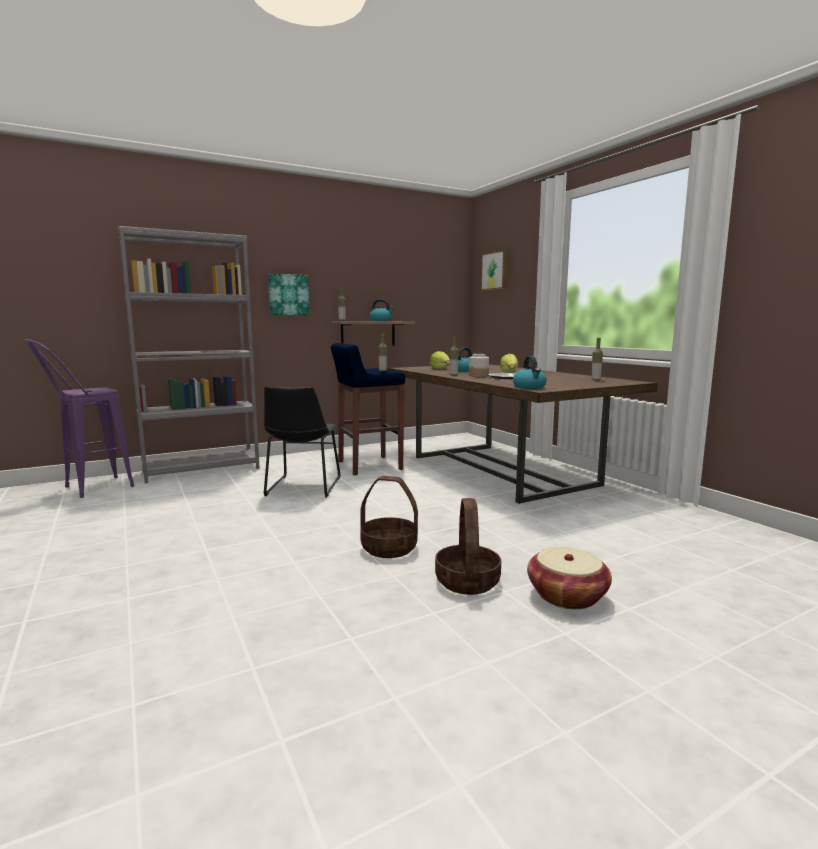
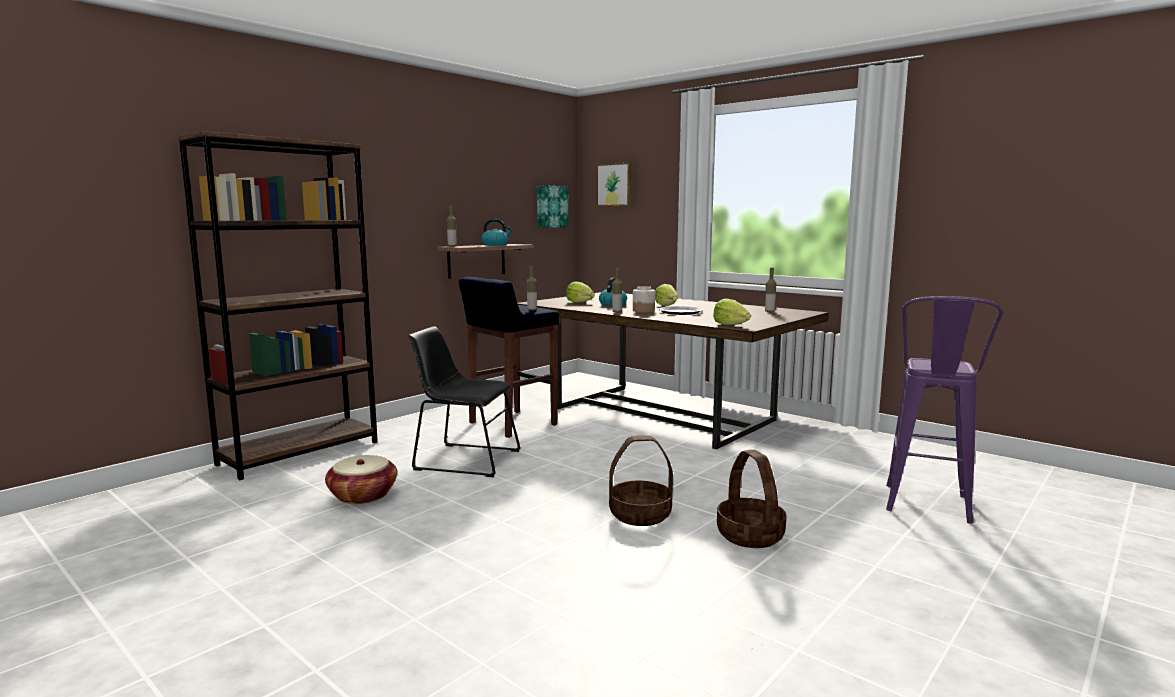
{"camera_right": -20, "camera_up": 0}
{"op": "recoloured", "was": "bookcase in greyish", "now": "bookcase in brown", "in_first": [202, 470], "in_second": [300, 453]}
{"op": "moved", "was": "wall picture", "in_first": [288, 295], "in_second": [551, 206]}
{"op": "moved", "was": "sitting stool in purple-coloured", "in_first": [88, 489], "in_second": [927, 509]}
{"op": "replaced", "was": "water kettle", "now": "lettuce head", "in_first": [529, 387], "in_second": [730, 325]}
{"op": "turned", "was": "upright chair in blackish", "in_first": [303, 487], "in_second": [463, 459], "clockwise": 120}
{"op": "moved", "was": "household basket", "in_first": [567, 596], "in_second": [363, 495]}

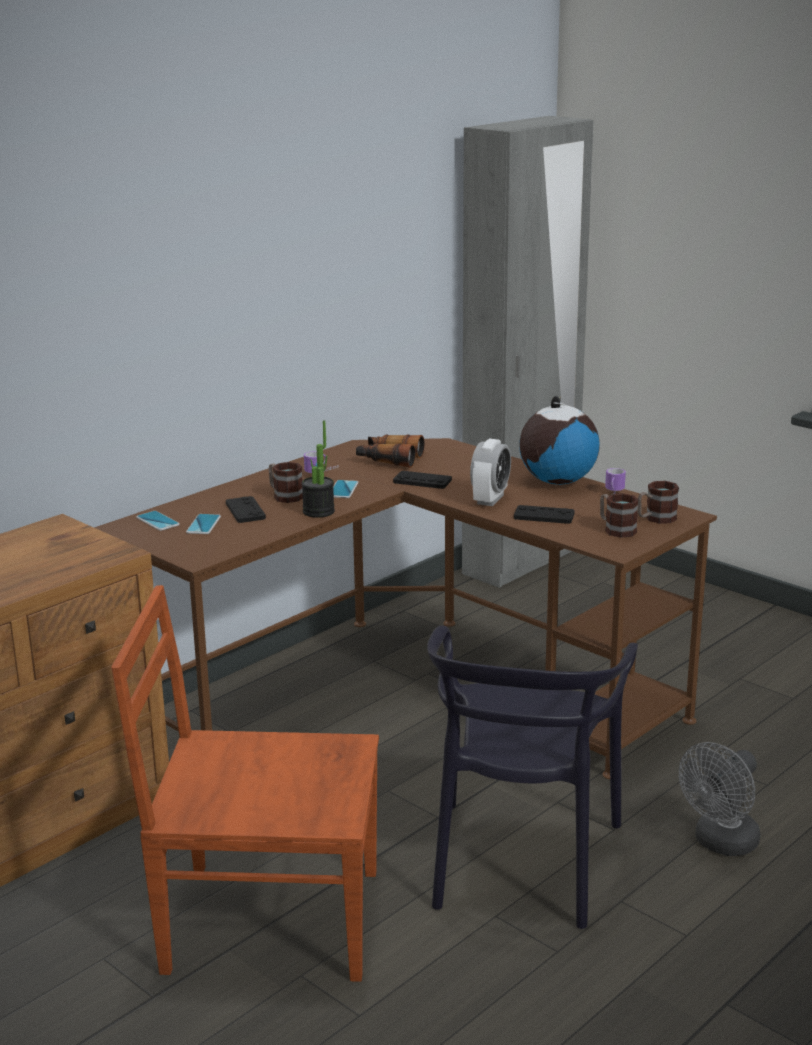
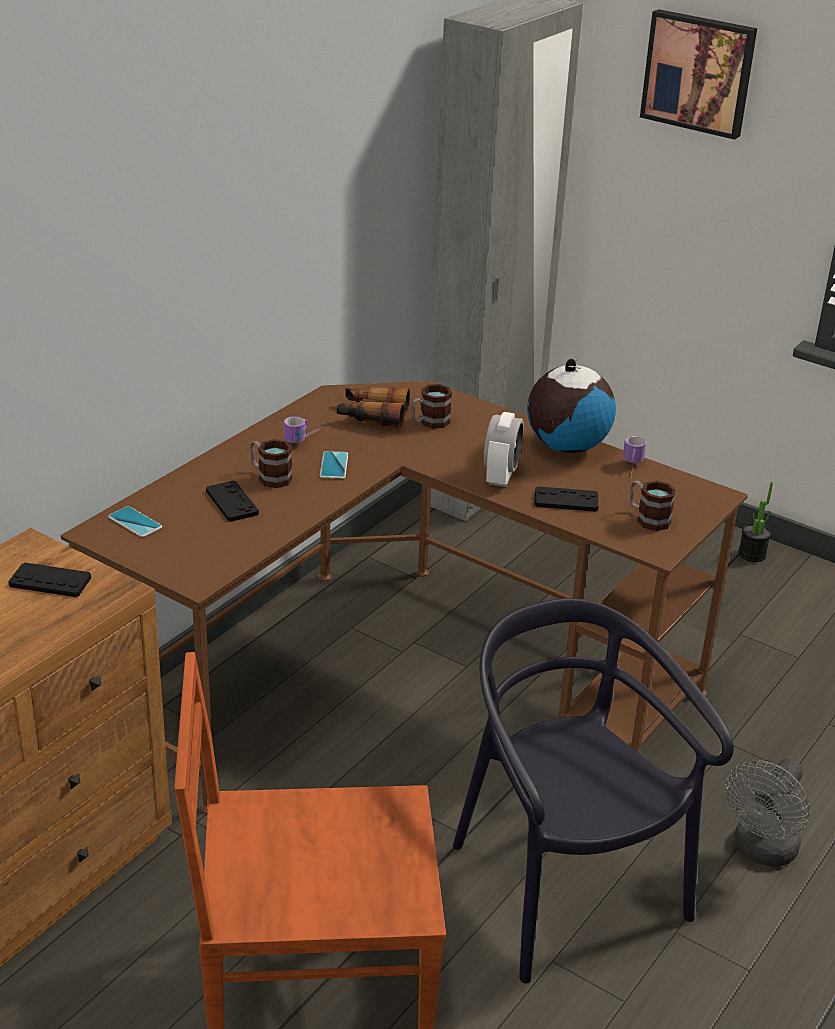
{"camera_right": -10, "camera_up": 10}
{"op": "moved", "was": "plant in a pot", "in_first": [318, 511], "in_second": [752, 554]}
{"op": "moved", "was": "joypad in blackish", "in_first": [422, 481], "in_second": [50, 581]}
{"op": "moved", "was": "mug", "in_first": [655, 519], "in_second": [429, 423]}
{"op": "removed", "was": "telephone", "in_first": [203, 525]}
{"op": "turned", "was": "upright chair in blackish", "in_first": [521, 861], "in_second": [564, 888], "clockwise": 150}
{"op": "added", "now": "wall picture", "in_second": [699, 72]}

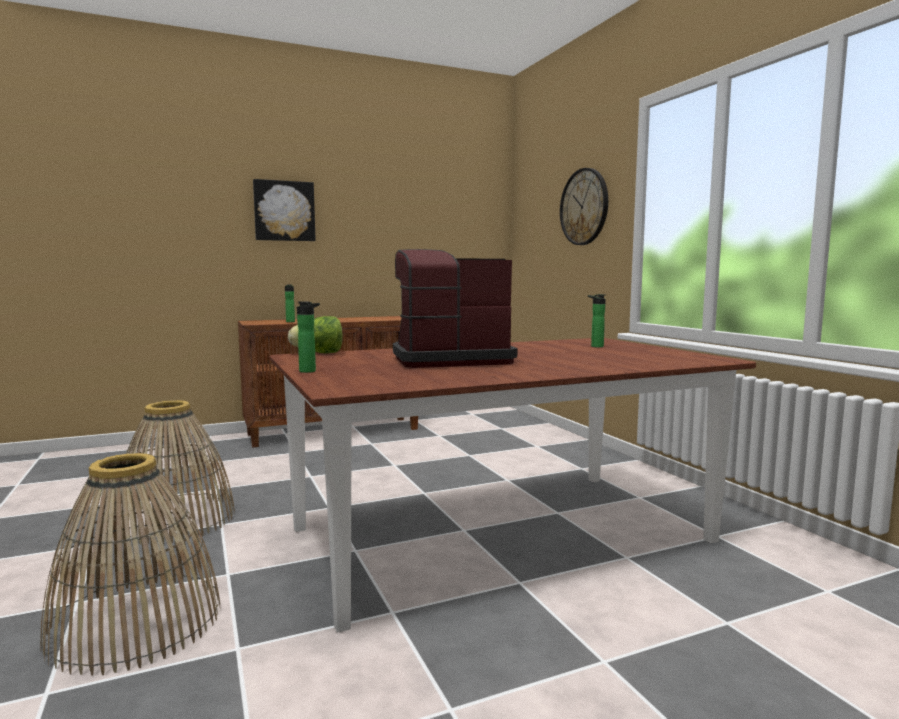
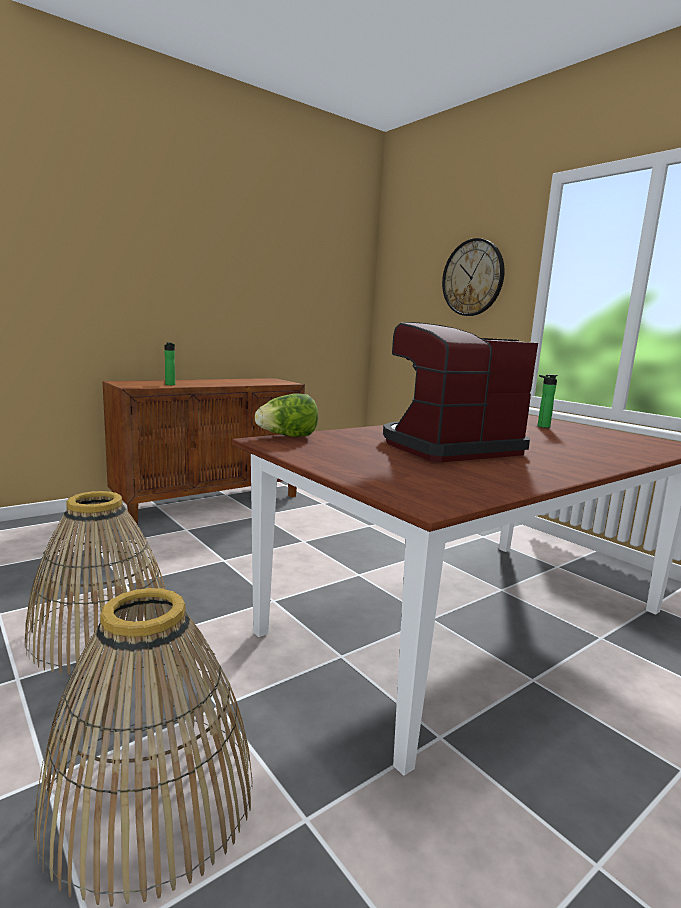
{"camera_right": -15, "camera_up": 5}
{"op": "removed", "was": "wall picture", "in_first": [284, 211]}
{"op": "removed", "was": "drink bottle", "in_first": [309, 371]}

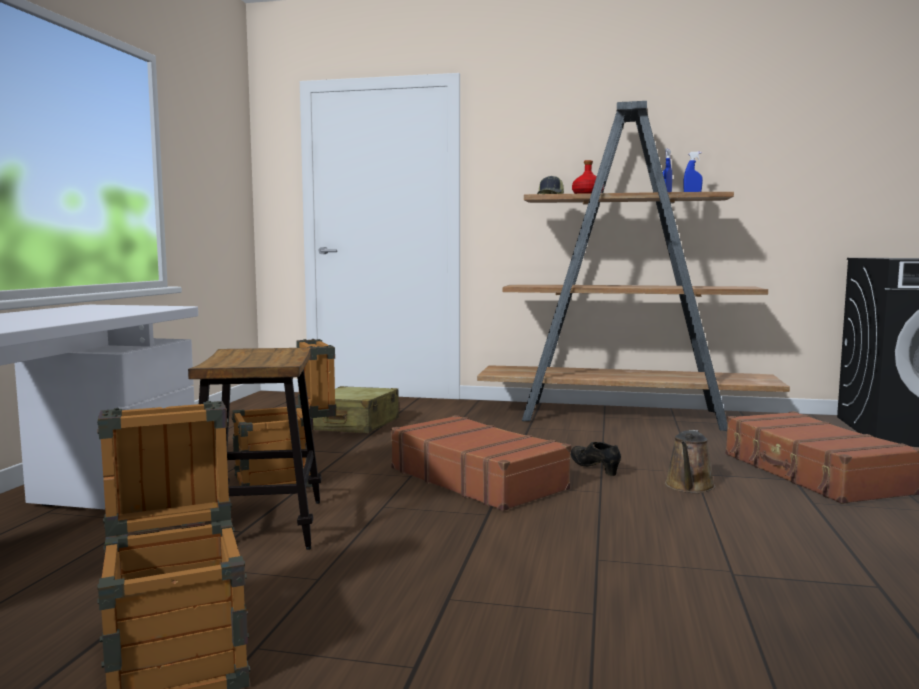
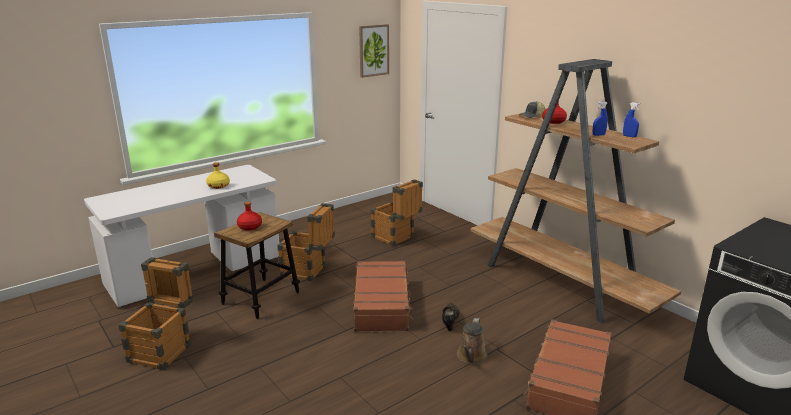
{"camera_right": 40, "camera_up": 15}
{"op": "replaced", "was": "travel case in beige-coloured", "now": "shipping crate", "in_first": [354, 425], "in_second": [396, 238]}
{"op": "turned", "was": "watering pot in brown", "in_first": [689, 487], "in_second": [471, 356], "clockwise": -45}
{"op": "added", "now": "wall picture", "in_second": [373, 50]}
{"op": "added", "now": "drink bottle in yellow", "in_second": [218, 186]}
{"op": "added", "now": "drink bottle in red", "in_second": [249, 227]}

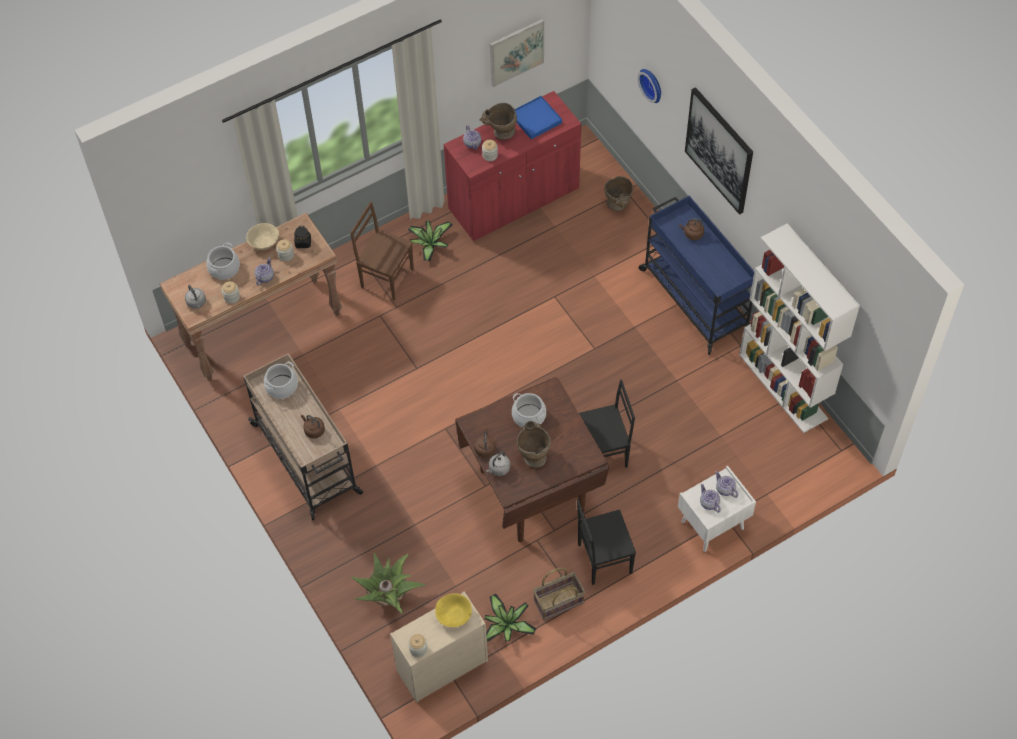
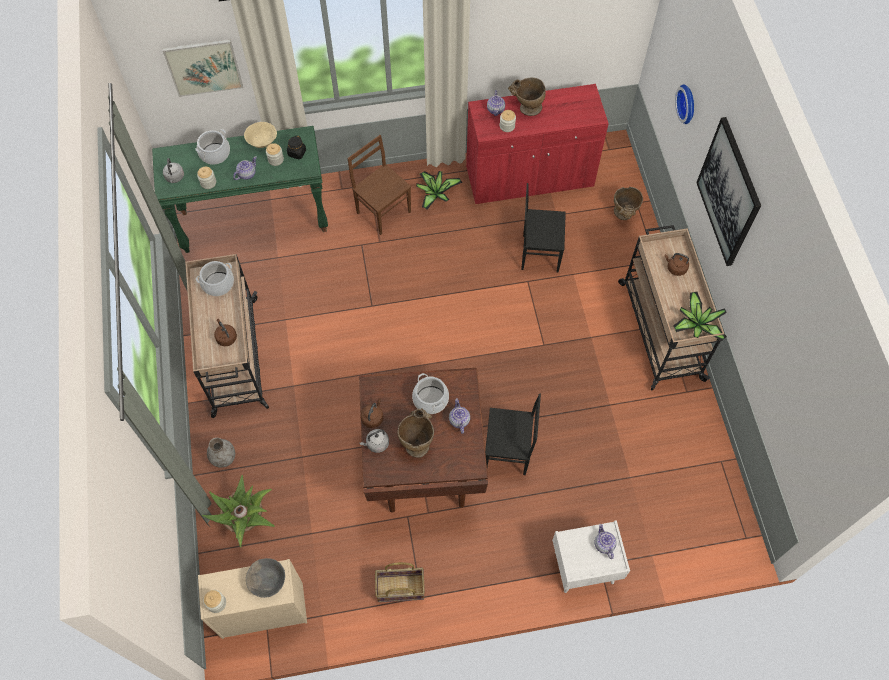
{"camera_right": 20, "camera_up": 5}
{"op": "moved", "was": "wall picture", "in_first": [516, 52], "in_second": [203, 67]}
{"op": "removed", "was": "tray in bluish", "in_first": [536, 119]}
{"op": "recoloured", "was": "wheeled cart in bluish", "now": "wheeled cart in beige-coloured", "in_first": [694, 298], "in_second": [660, 329]}
{"op": "recoloured", "was": "console table in brown", "now": "console table in green-coloured", "in_first": [263, 328], "in_second": [254, 221]}
{"op": "removed", "was": "bookcase in white", "in_first": [784, 386]}
{"op": "moved", "was": "tea pot", "in_first": [708, 503], "in_second": [459, 420]}
{"op": "moved", "was": "upright chair in blackish", "in_first": [603, 558], "in_second": [539, 252]}
{"op": "recoloured", "was": "serving bowl in yellow", "now": "serving bowl in greyish", "in_first": [454, 615], "in_second": [268, 580]}
{"op": "moved", "was": "plant in a pot", "in_first": [506, 626], "in_second": [696, 325]}
{"op": "added", "now": "vase in greyish", "in_second": [223, 458]}

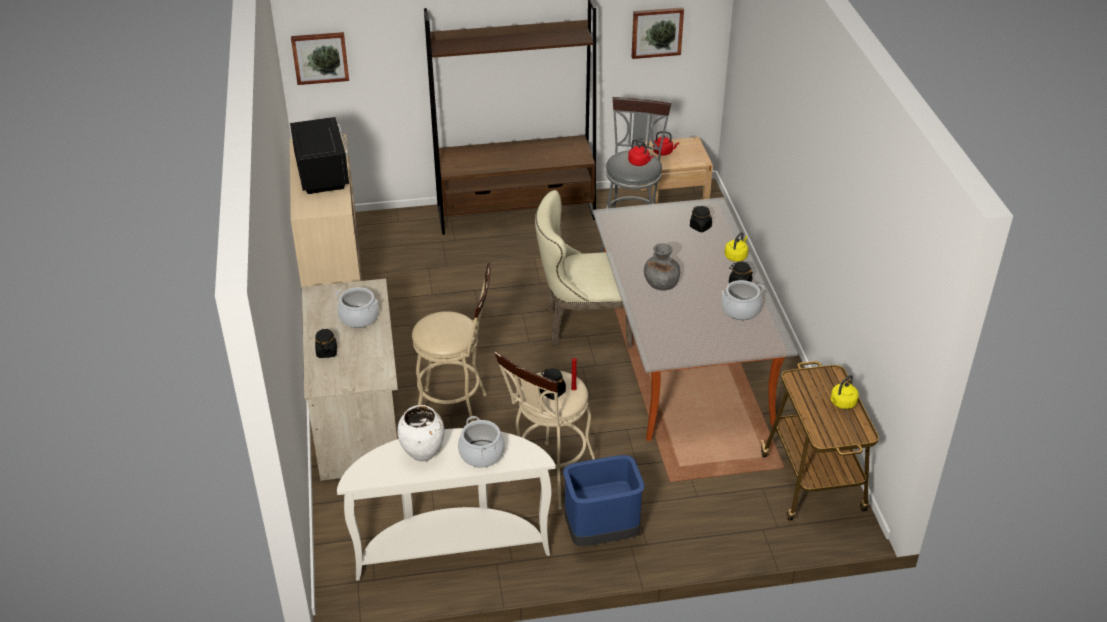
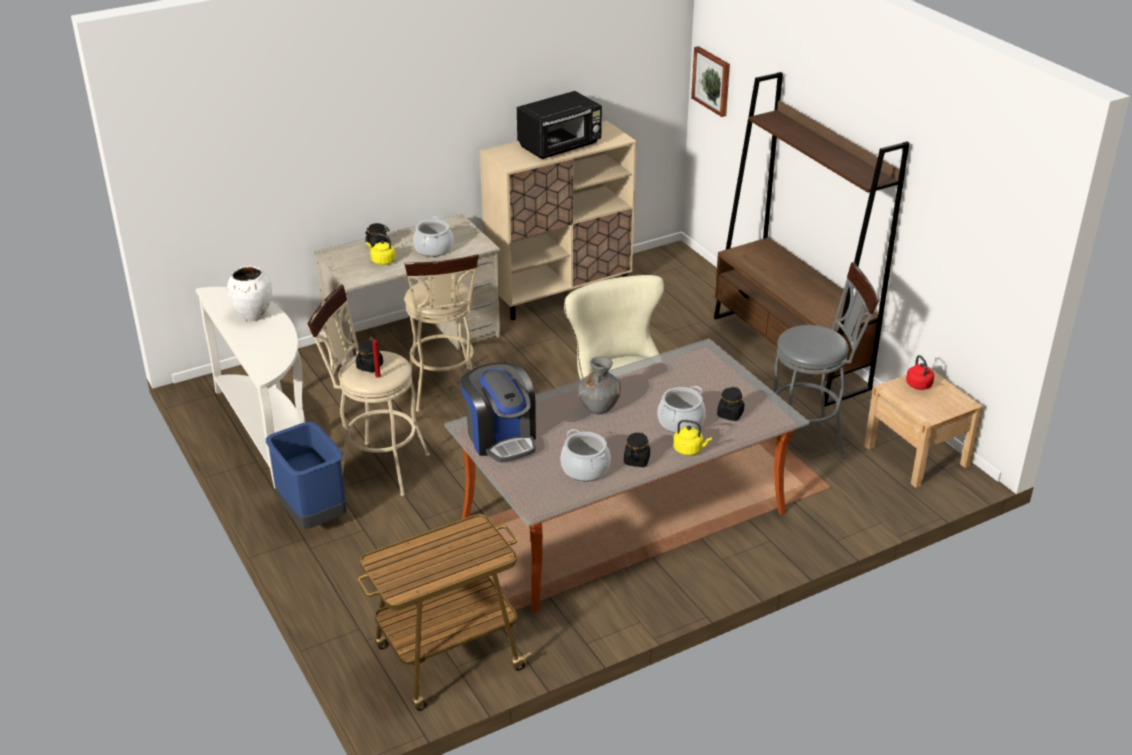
{"camera_right": 70, "camera_up": -5}
{"op": "removed", "was": "wall picture", "in_first": [656, 32]}
{"op": "removed", "was": "water kettle in red", "in_first": [639, 163]}
{"op": "moved", "was": "water kettle in yellow", "in_first": [842, 403], "in_second": [382, 261]}
{"op": "moved", "was": "cooking pot", "in_first": [482, 454], "in_second": [681, 422]}
{"op": "added", "now": "coffee brewer", "in_second": [501, 438]}

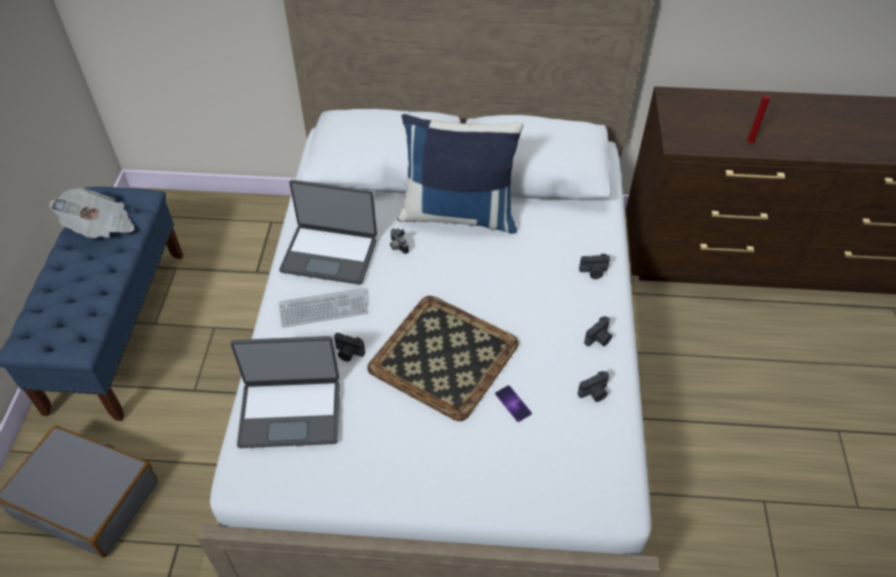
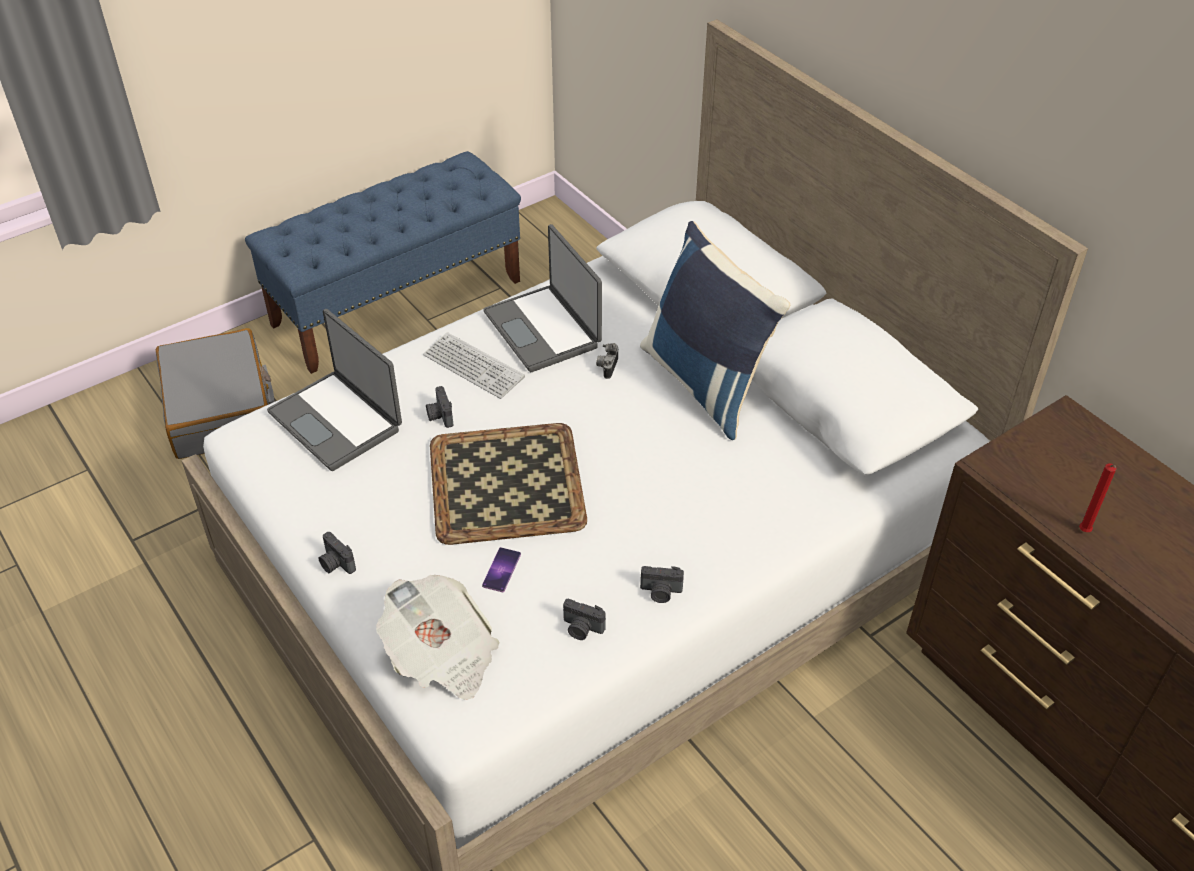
{"camera_right": 50, "camera_up": -5}
{"op": "moved", "was": "daily paper", "in_first": [100, 227], "in_second": [442, 656]}
{"op": "moved", "was": "still camera", "in_first": [594, 272], "in_second": [336, 564]}

